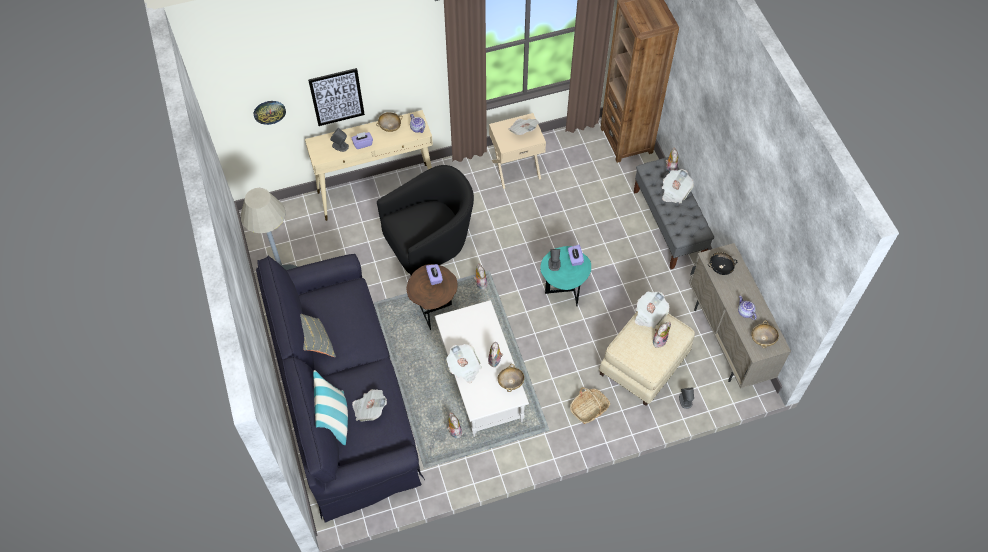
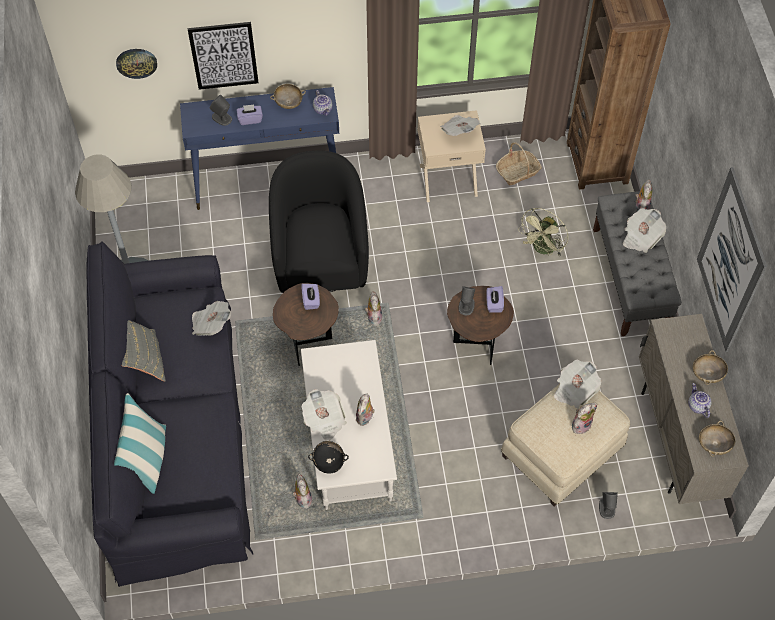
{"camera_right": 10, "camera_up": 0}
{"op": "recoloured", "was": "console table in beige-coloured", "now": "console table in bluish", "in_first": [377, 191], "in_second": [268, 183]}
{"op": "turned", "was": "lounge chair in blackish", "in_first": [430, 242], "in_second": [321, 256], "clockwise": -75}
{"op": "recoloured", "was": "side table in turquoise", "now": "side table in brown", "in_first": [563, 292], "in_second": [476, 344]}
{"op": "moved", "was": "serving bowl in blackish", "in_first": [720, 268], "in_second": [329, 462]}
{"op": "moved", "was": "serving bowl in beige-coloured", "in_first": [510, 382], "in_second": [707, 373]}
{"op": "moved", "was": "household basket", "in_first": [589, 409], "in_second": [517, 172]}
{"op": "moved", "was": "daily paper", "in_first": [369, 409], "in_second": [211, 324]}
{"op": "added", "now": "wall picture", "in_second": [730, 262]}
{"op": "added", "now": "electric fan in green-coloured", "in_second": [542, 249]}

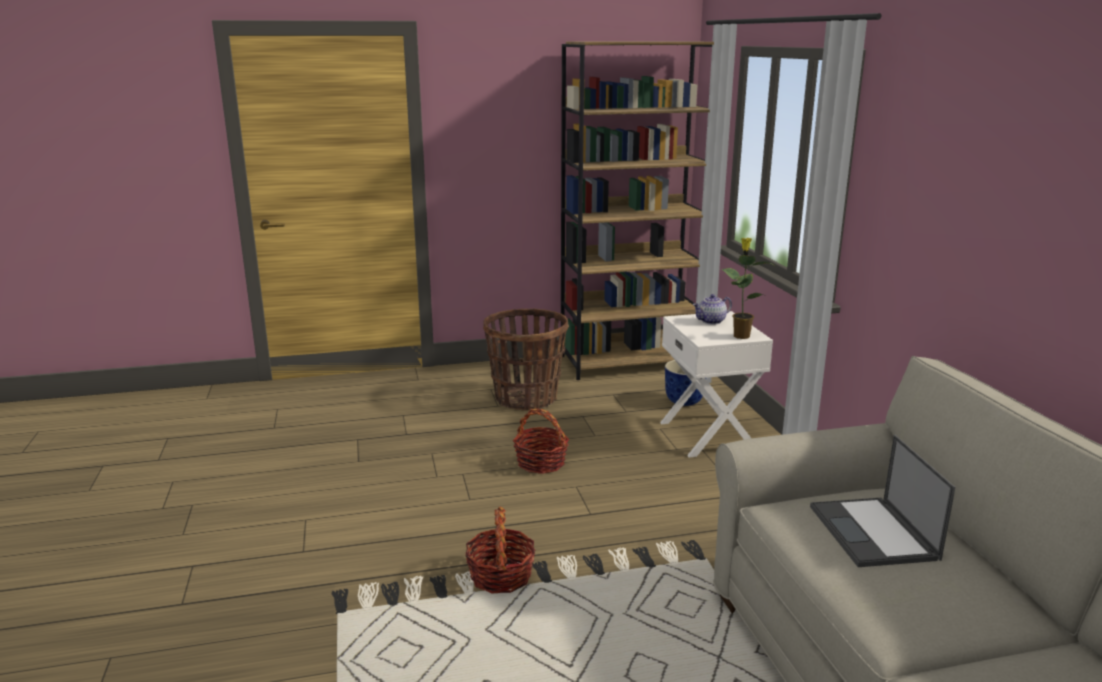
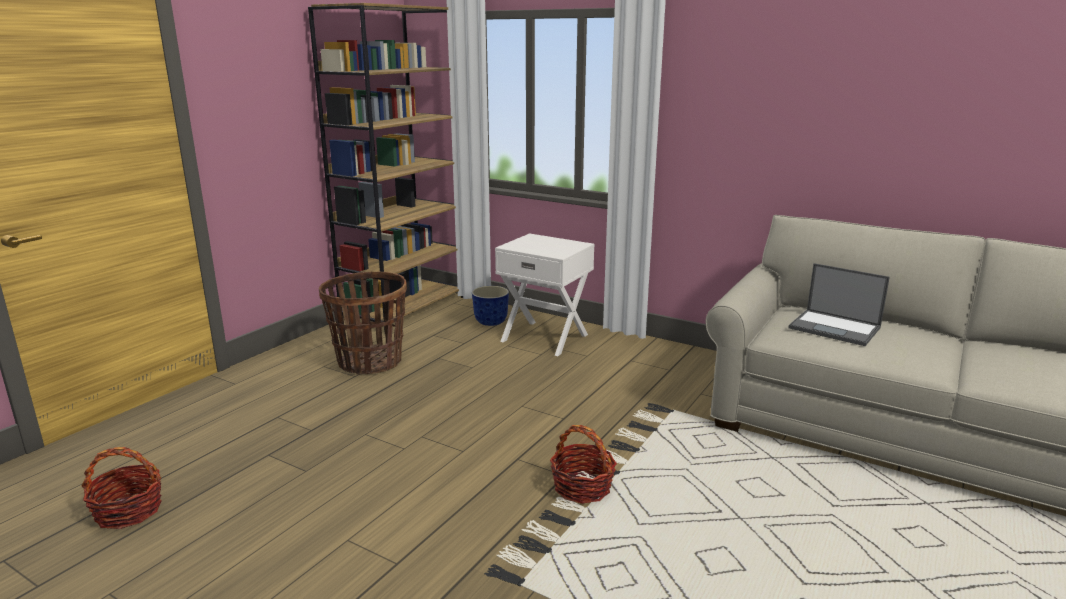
{"camera_right": -45, "camera_up": 0}
{"op": "removed", "was": "plant in a pot", "in_first": [740, 335]}
{"op": "removed", "was": "tea pot", "in_first": [711, 321]}
{"op": "moved", "was": "household basket", "in_first": [541, 462], "in_second": [129, 511]}

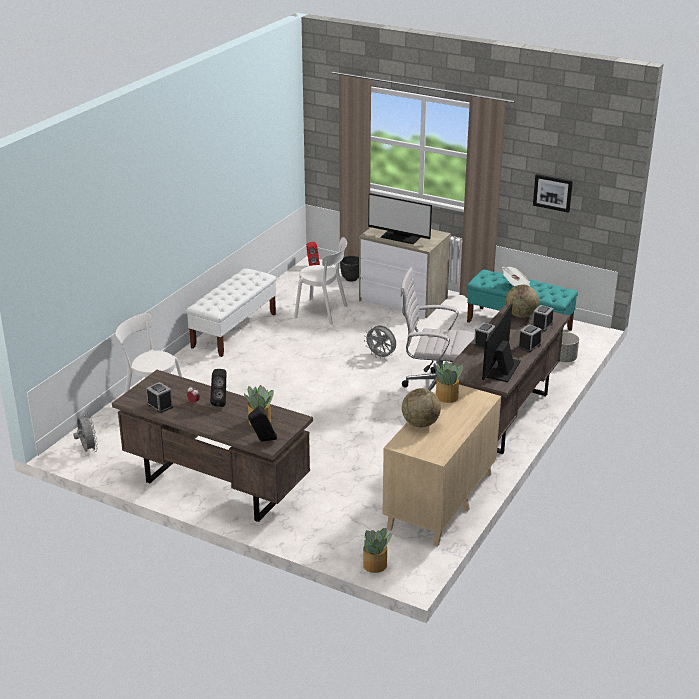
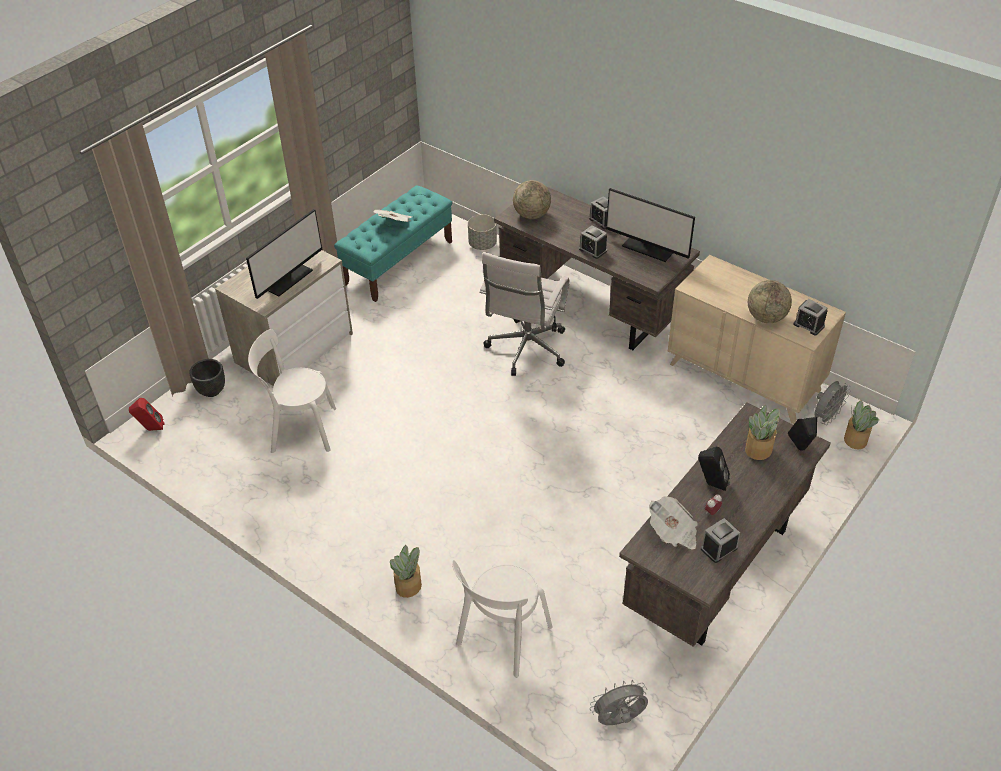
{"camera_right": -80, "camera_up": 15}
{"op": "removed", "was": "wall picture", "in_first": [553, 192]}
{"op": "turned", "was": "upright chair in white", "in_first": [323, 312], "in_second": [299, 429], "clockwise": -120}
{"op": "removed", "was": "long seat in white", "in_first": [234, 330]}
{"op": "moved", "was": "table clock", "in_first": [542, 325], "in_second": [808, 325]}
{"op": "moved", "was": "electric fan in greyish", "in_first": [381, 356], "in_second": [826, 417]}
{"op": "moved", "was": "plant in a pot", "in_first": [447, 397], "in_second": [409, 585]}
{"op": "added", "now": "daily paper", "in_second": [673, 533]}

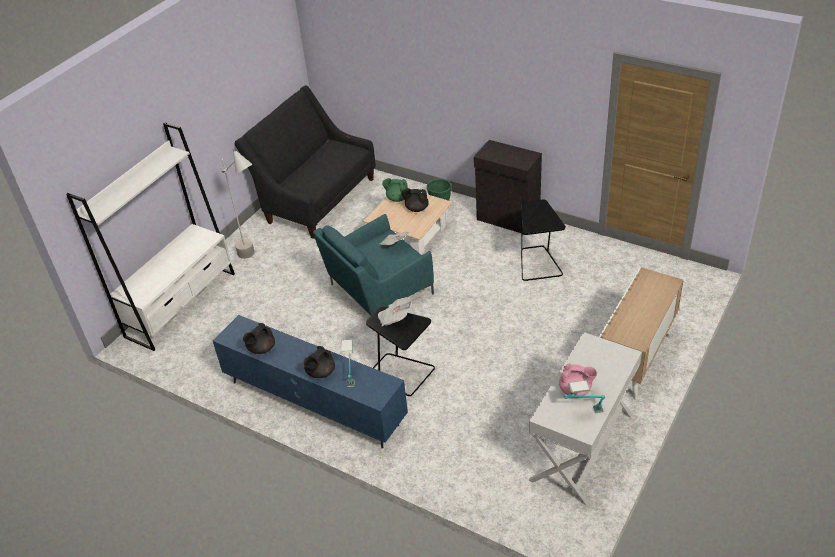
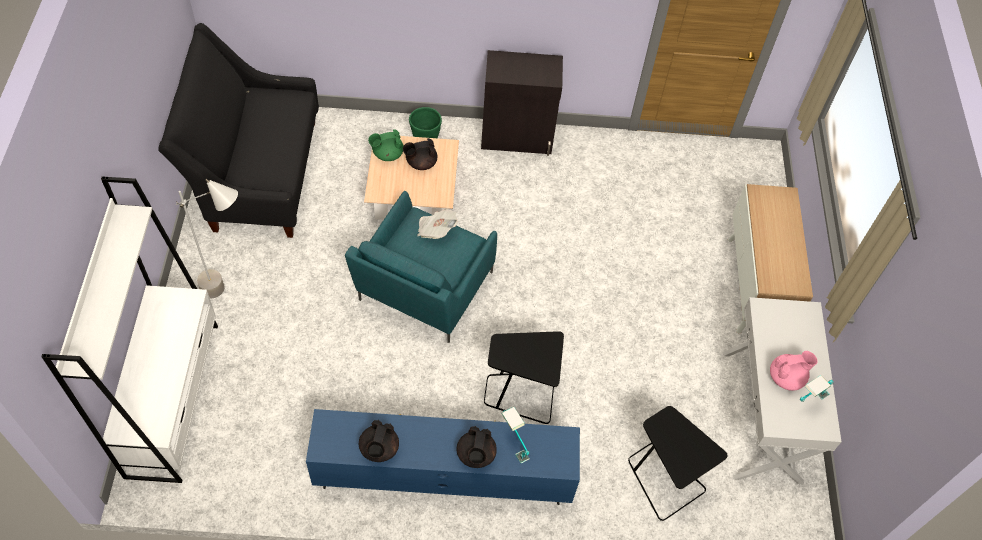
{"camera_right": -35, "camera_up": 15}
{"op": "moved", "was": "side table in blackish", "in_first": [538, 264], "in_second": [663, 480]}
{"op": "removed", "was": "daily paper", "in_first": [394, 318]}

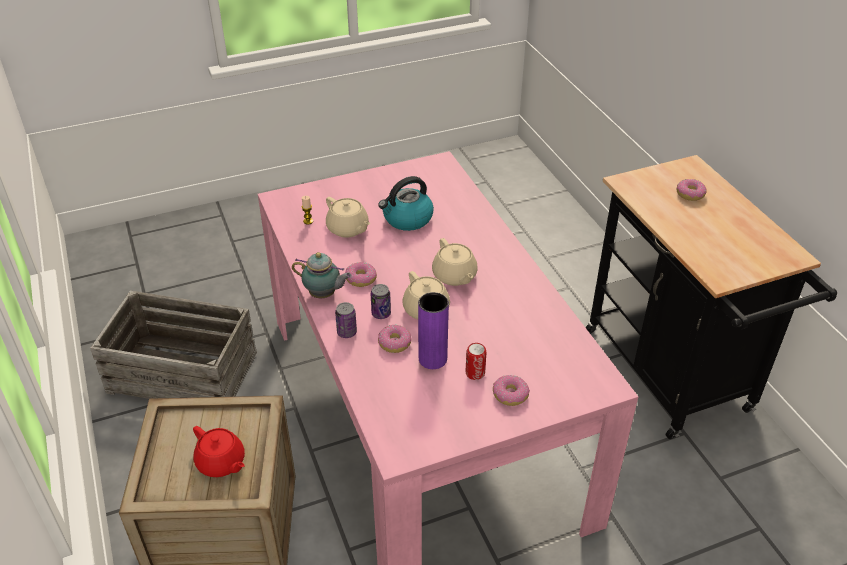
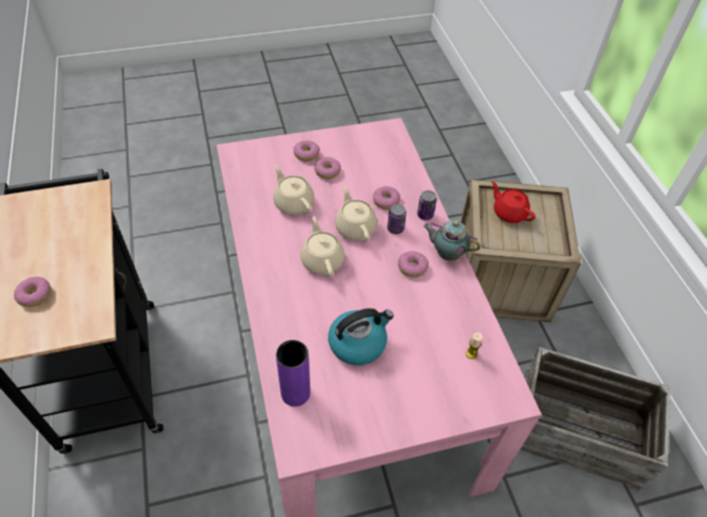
{"camera_right": -175, "camera_up": 10}
{"op": "moved", "was": "tea pot in beige-coloured", "in_first": [348, 229], "in_second": [293, 203]}
{"op": "moved", "was": "vase in purple-coloured", "in_first": [432, 359], "in_second": [295, 393]}
{"op": "replaced", "was": "sealed can", "now": "doughnut", "in_first": [475, 373], "in_second": [327, 171]}

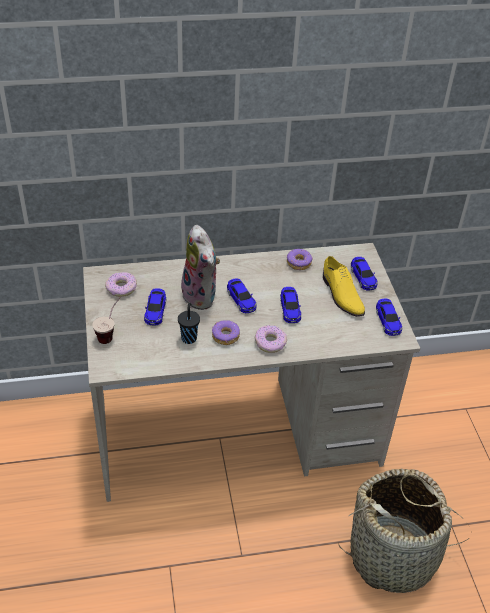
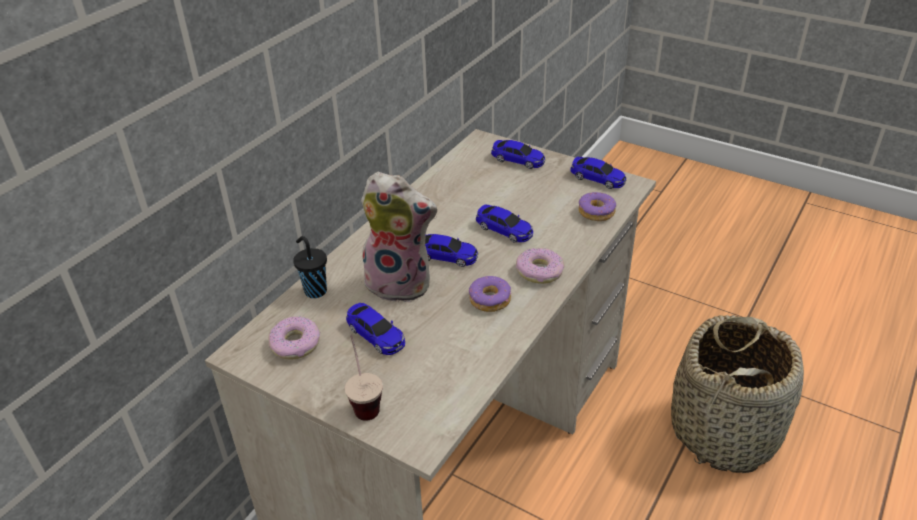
{"camera_right": -45, "camera_up": -5}
{"op": "moved", "was": "doughnut", "in_first": [299, 263], "in_second": [596, 212]}
{"op": "removed", "was": "low shoe in yellow", "in_first": [341, 294]}
{"op": "moved", "was": "small cup in blackish", "in_first": [189, 338], "in_second": [314, 290]}

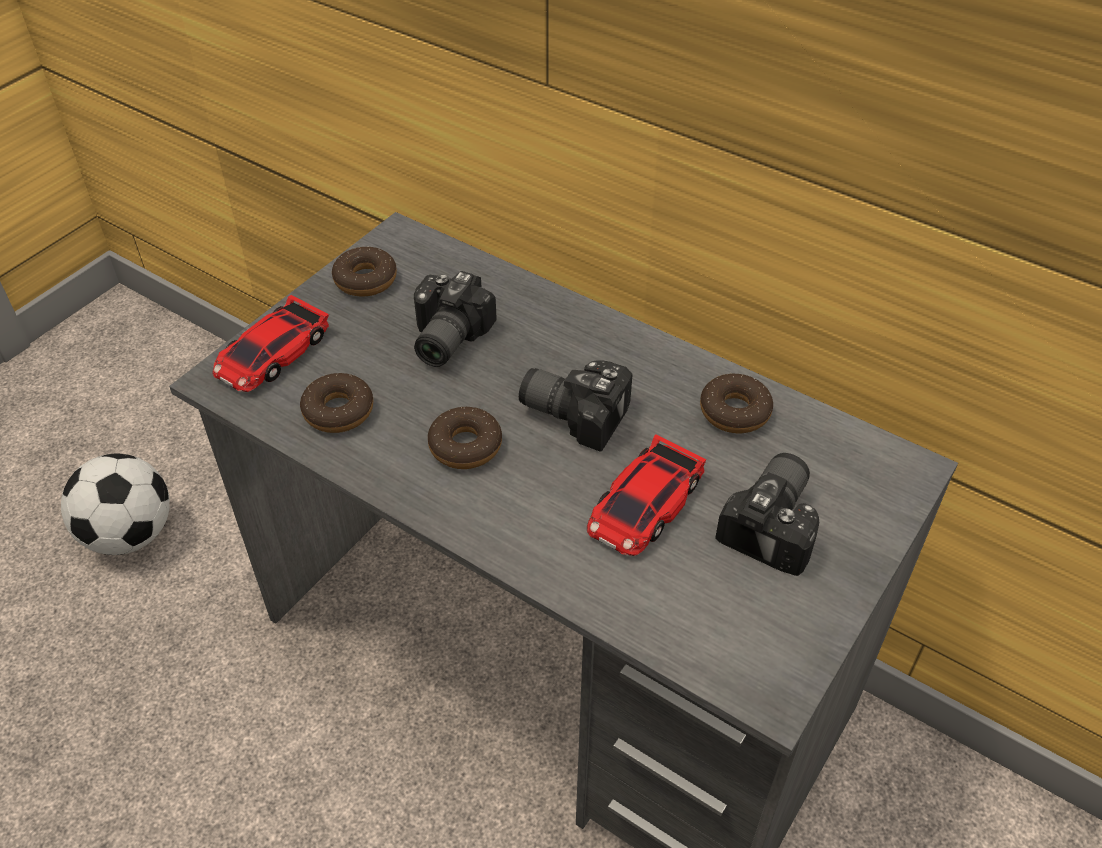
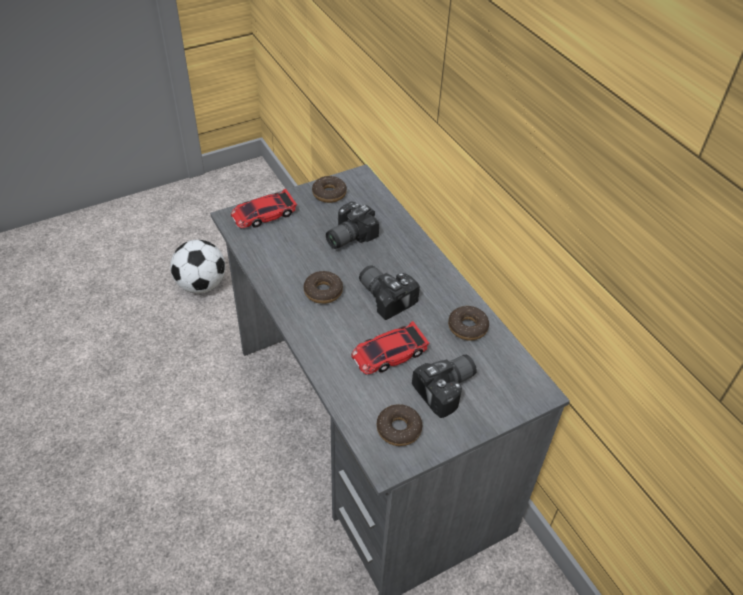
{"camera_right": 25, "camera_up": 0}
{"op": "moved", "was": "doughnut", "in_first": [338, 411], "in_second": [398, 429]}

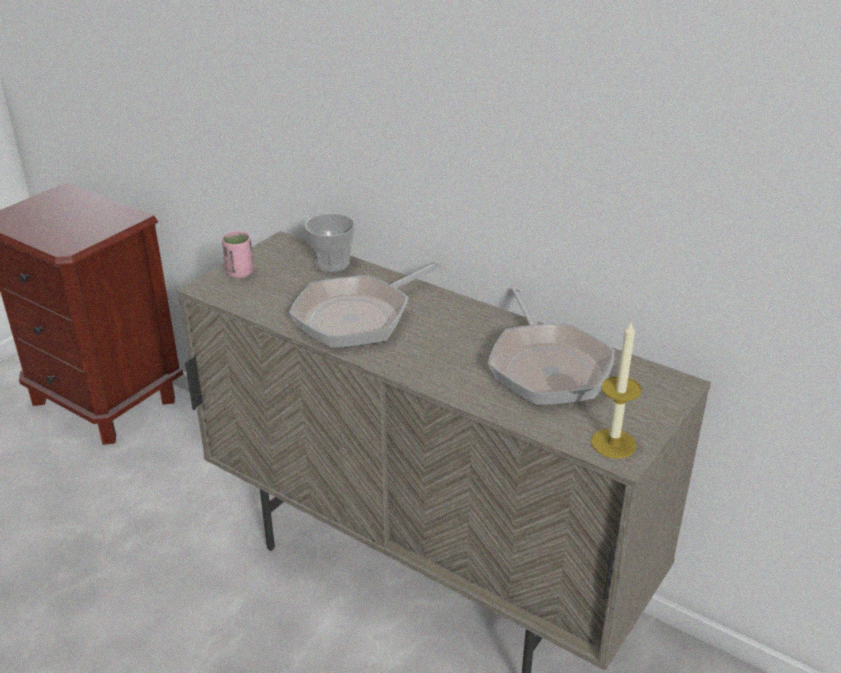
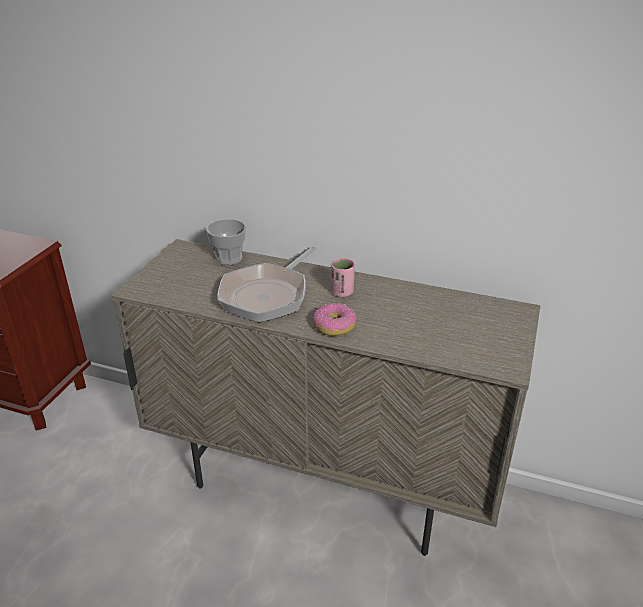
{"camera_right": -15, "camera_up": 0}
{"op": "moved", "was": "small cup in pinkish", "in_first": [240, 273], "in_second": [342, 292]}
{"op": "removed", "was": "skillet", "in_first": [547, 366]}
{"op": "removed", "was": "wax candle", "in_first": [613, 443]}
{"op": "added", "now": "doughnut", "in_second": [334, 326]}

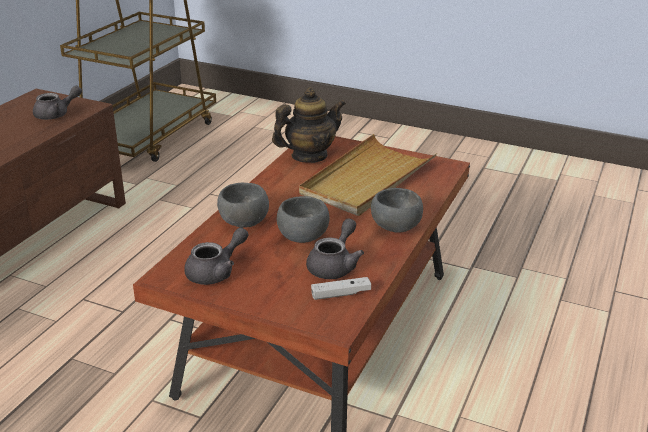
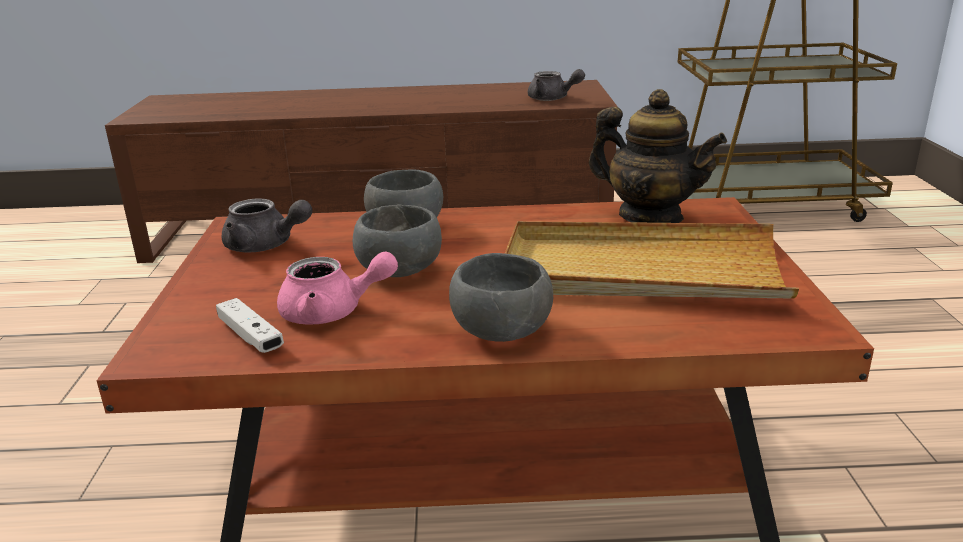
{"camera_right": 65, "camera_up": -5}
{"op": "recoloured", "was": "tea pot in greyish", "now": "tea pot in pinkish", "in_first": [335, 265], "in_second": [332, 312]}

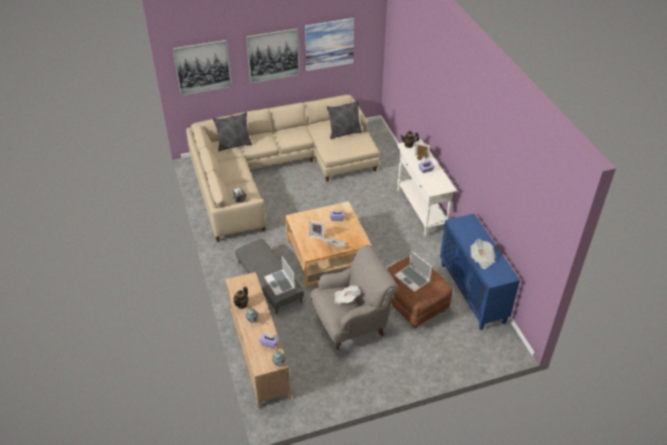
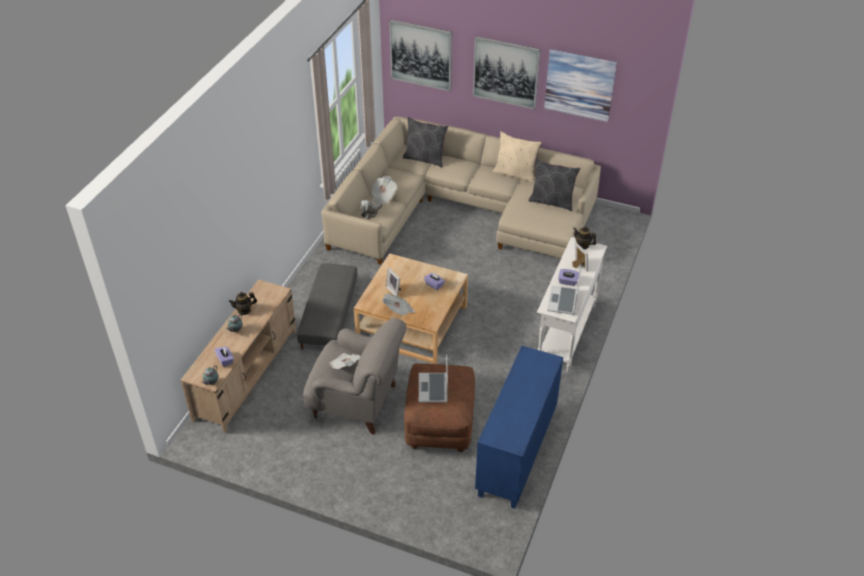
{"camera_right": 40, "camera_up": 0}
{"op": "moved", "was": "daily paper", "in_first": [481, 259], "in_second": [383, 197]}
{"op": "moved", "was": "portable computer", "in_first": [280, 283], "in_second": [563, 301]}
{"op": "added", "now": "cushion in beige-coloured", "in_second": [515, 174]}

